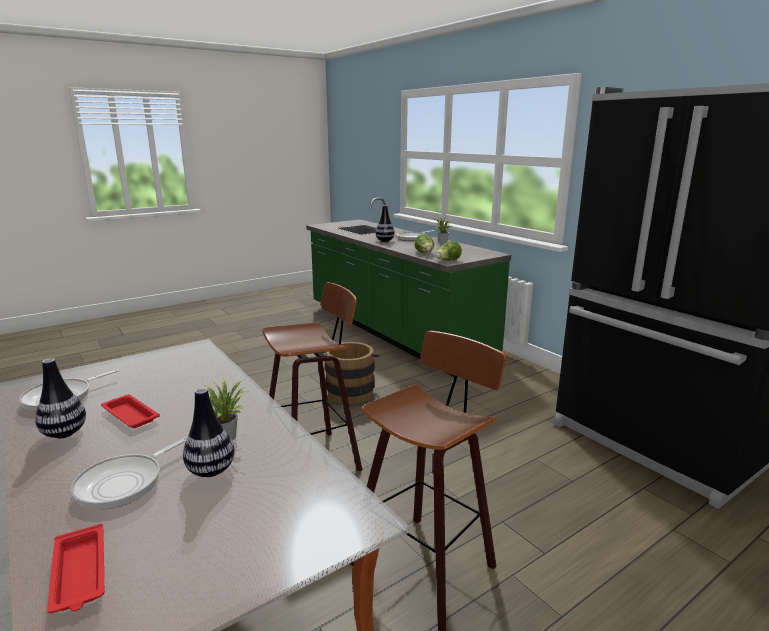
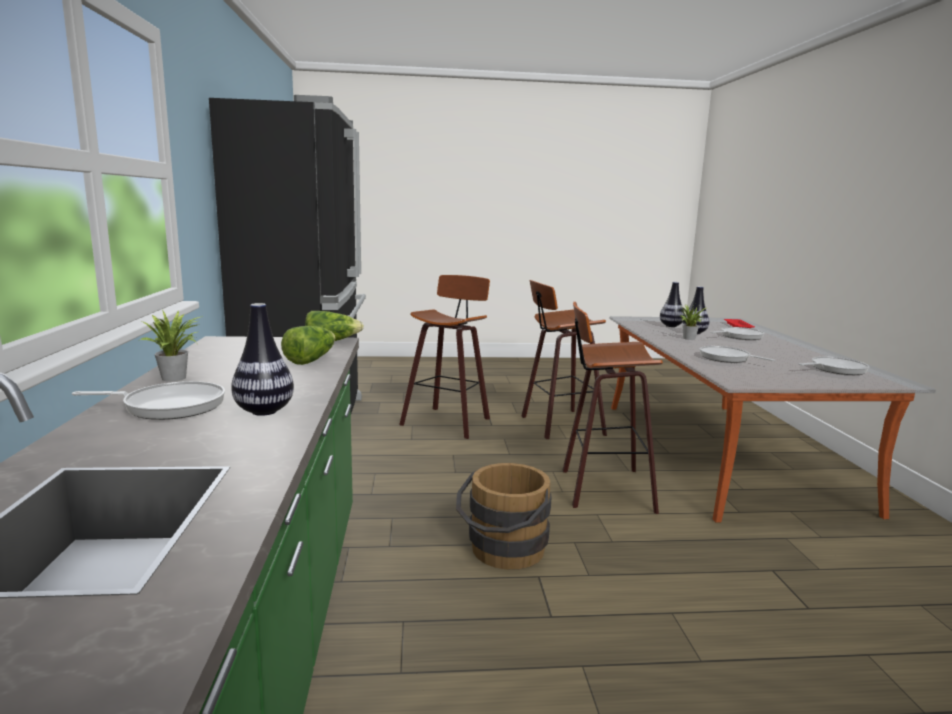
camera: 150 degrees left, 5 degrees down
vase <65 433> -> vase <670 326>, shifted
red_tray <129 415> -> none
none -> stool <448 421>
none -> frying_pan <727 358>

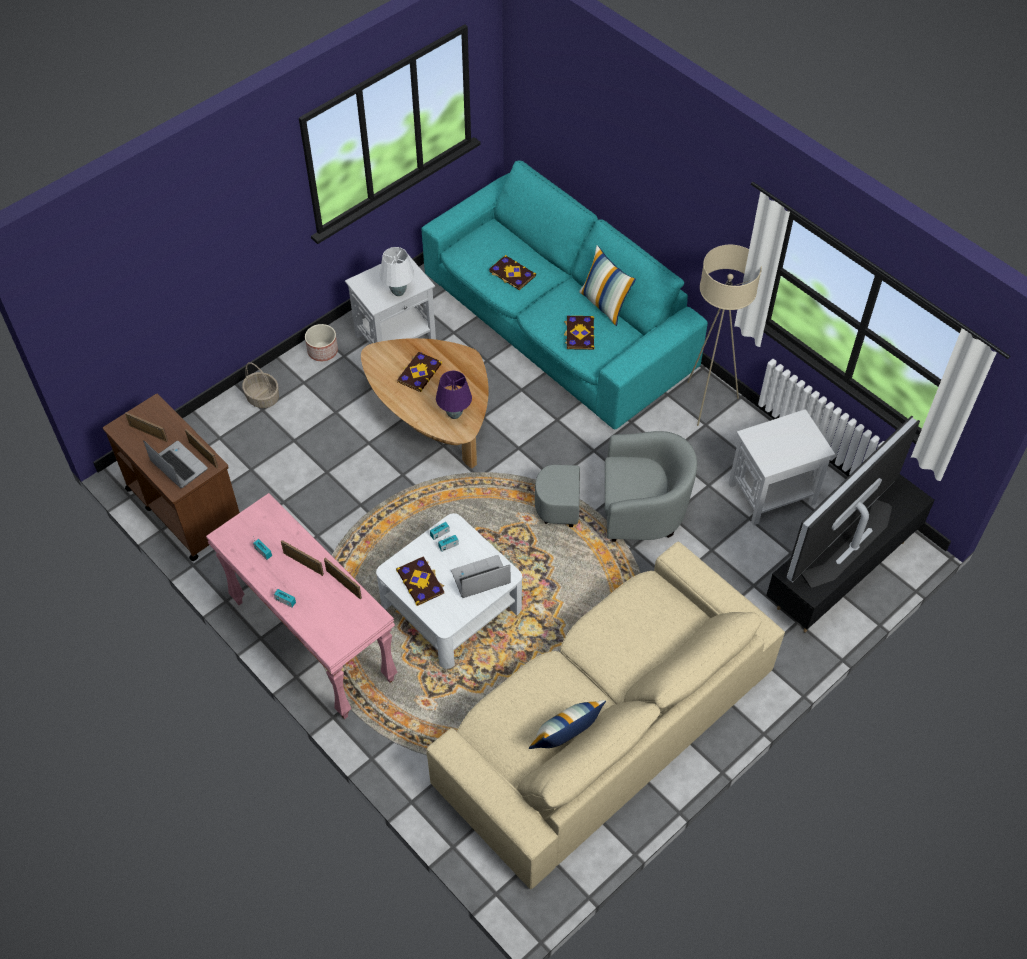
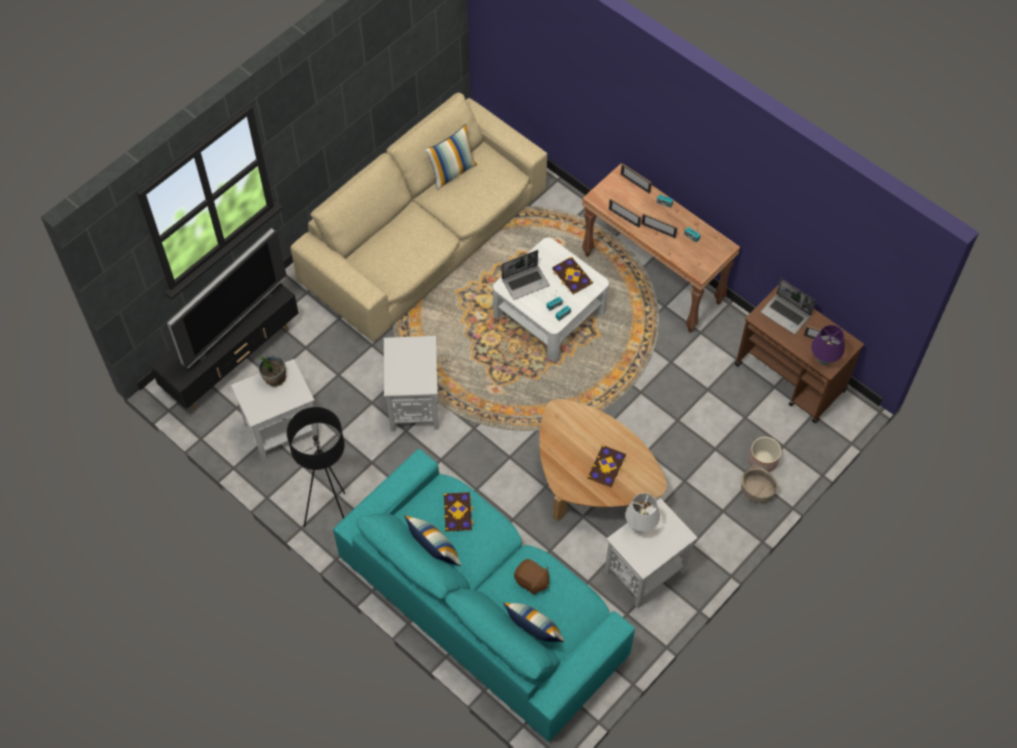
camera: 175 degrees right, 5 degrees up
picture_frame <203 454> -> picture_frame <635 183>, shifted
pink_console_table <312 641> -> brown_console_table <653 278>
planter <323 351> -> planter <762 460>, shifted
purple_table_lamp <454 415> -> purple_table_lamp <823 360>, shifted
book <512 274> -> brown_plush_toy <531 581>
grey_armchair <622 511> -> white_side_table <414 402>
beige_floor_lamp <707 402> -> black_floor_lamp <334 519>
none -> potted_plant <274 378>
none -> pillow <534 632>

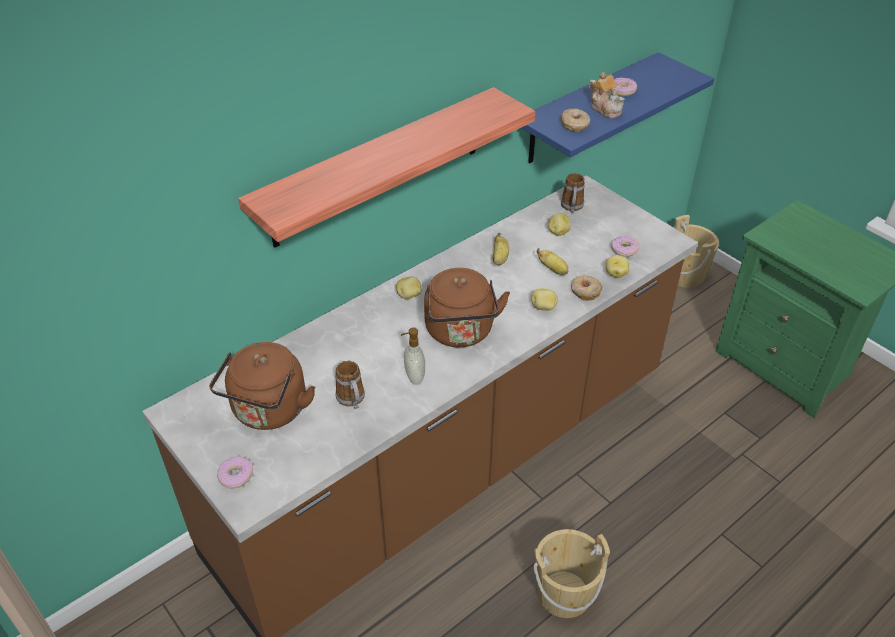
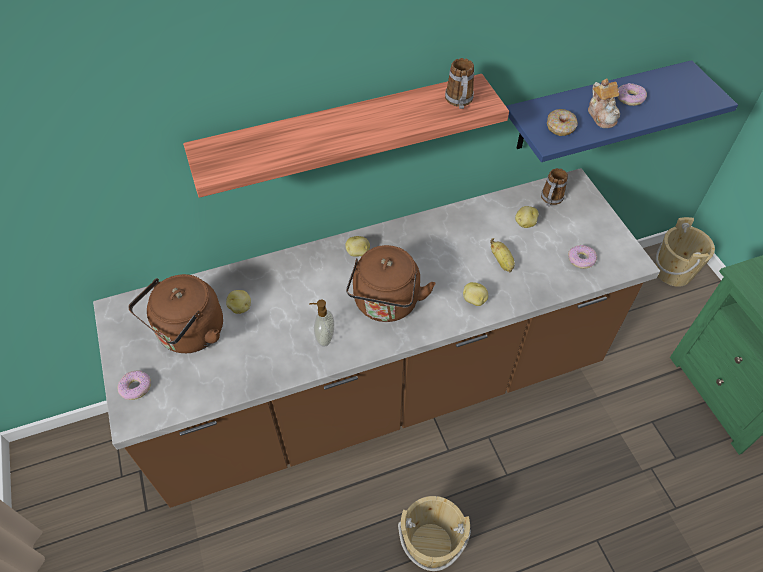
camera: 20 degrees right, 10 degrees up
mug <352 400> -> mug <459 102>, shifted
banana <499 258> -> none
donut <585 292> -> none
potato <616 273> -> potato <240 307>, shifted

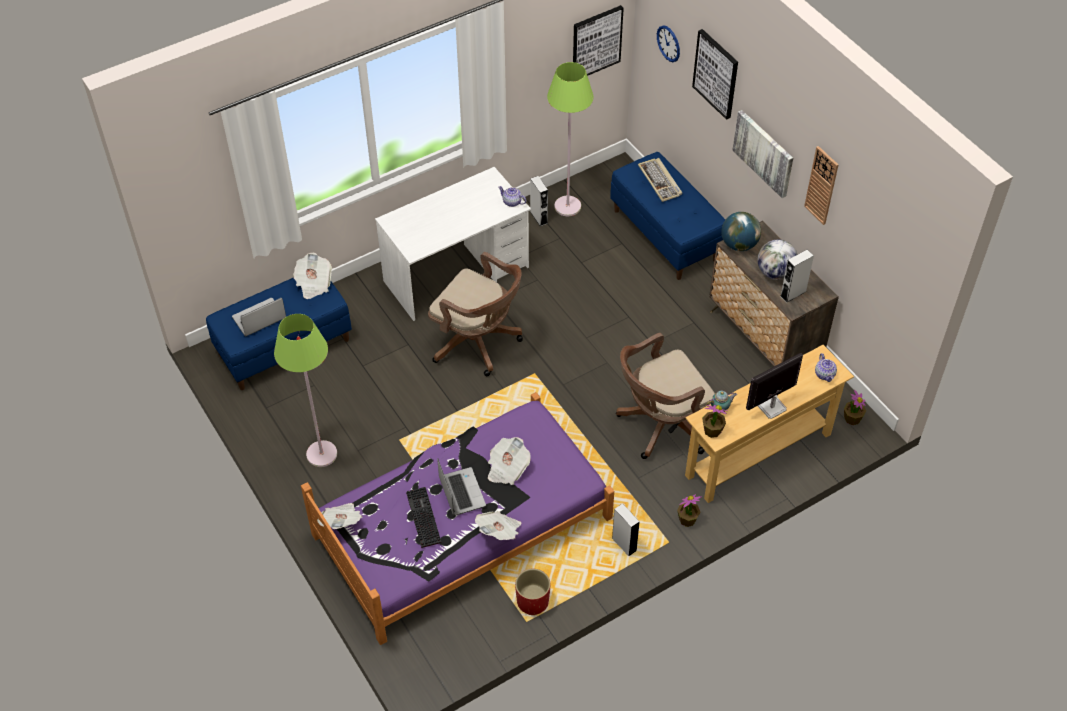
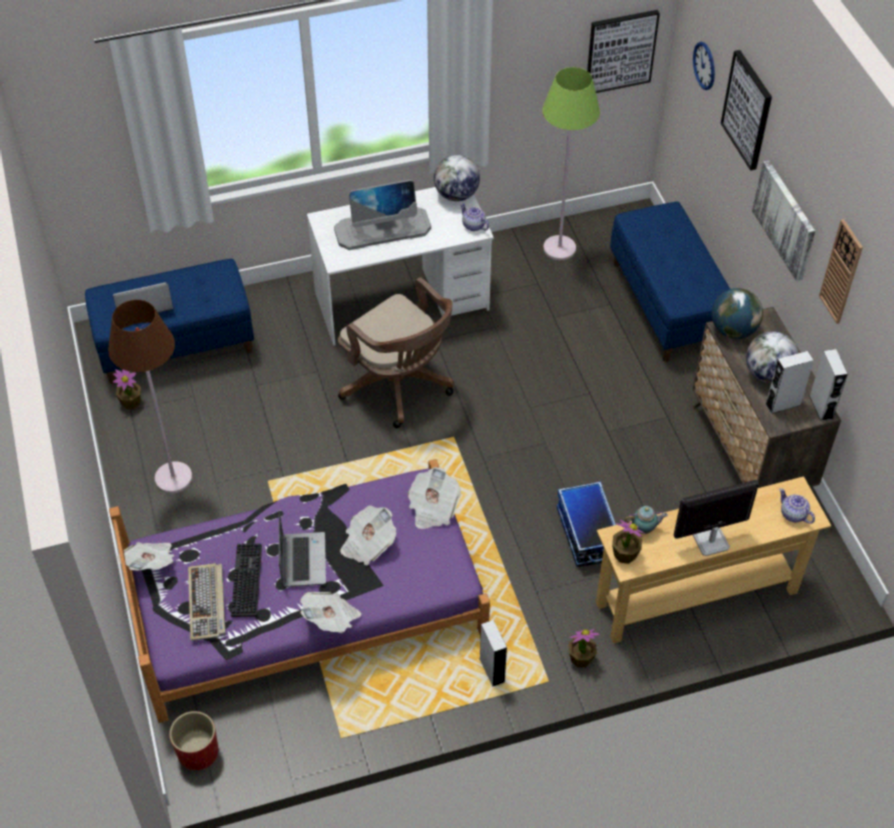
camera: 15 degrees right, 0 degrees up
green_floor_lamp <321 454> -> brown_floor_lamp <173 478>
newspaper <313 283> -> newspaper <432 508>, shifted
red_planter <533 601> -> red_planter <198 752>, shifted
grey_speaker <539 217> -> grey_speaker <821 407>, shifted
brown_office_chair <661 425> -> storage_box <586 534>
keyboard <660 181> -> keyboard <207 603>, shifted
teapot <824 374> -> teapot <793 514>, 135 degrees clockwise
potted_plant <852 418> -> potted_plant <131 402>, shifted
none -> monitor <383 229>
none -> globe <456 195>

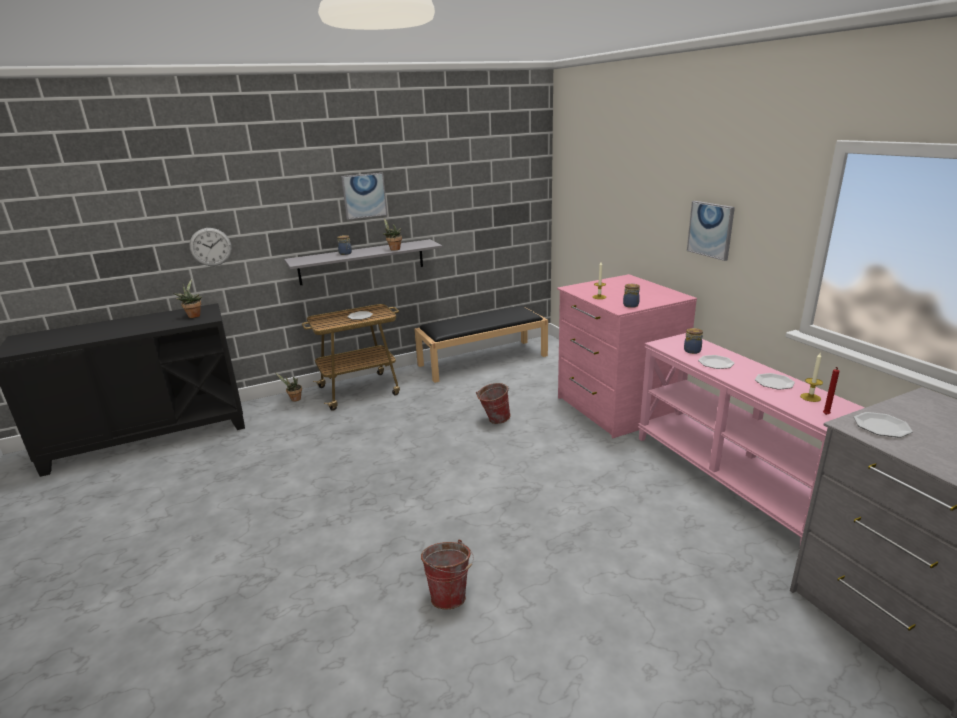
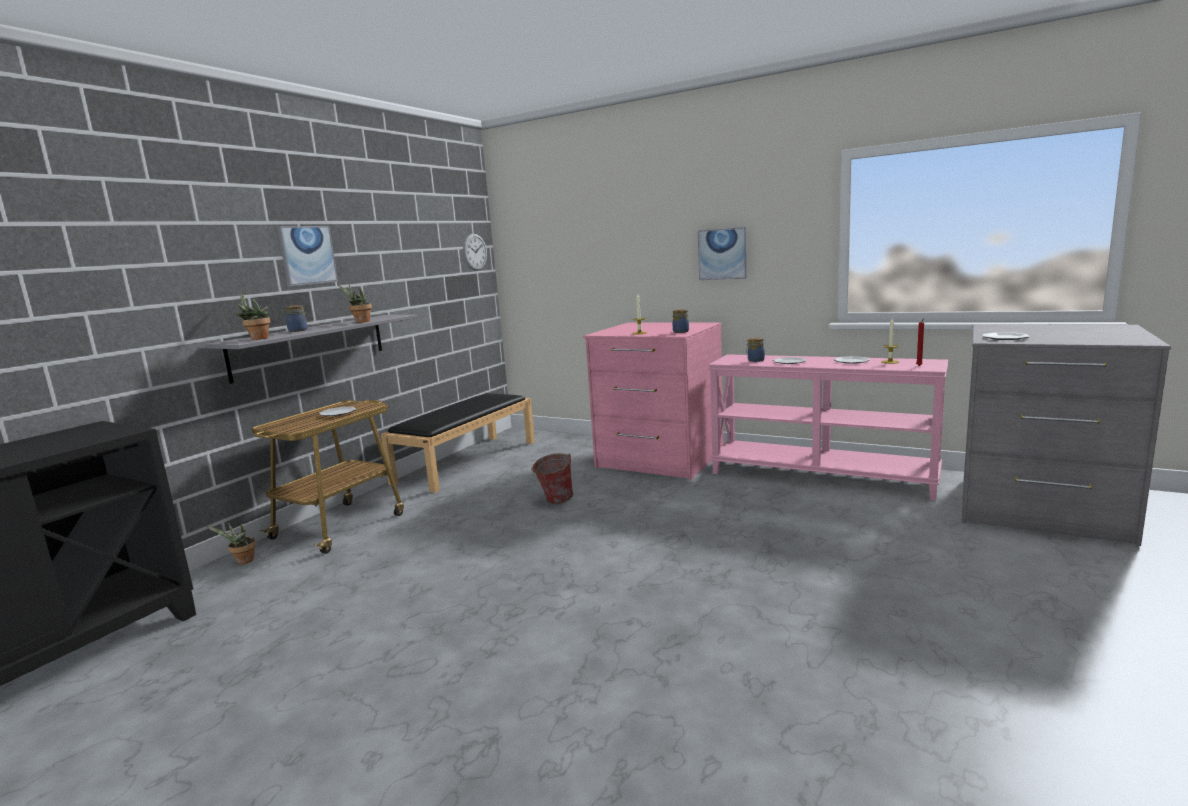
camera: 35 degrees left, 10 degrees down
potted_plant <193 315> -> potted_plant <257 338>, shifted
wall_clock <210 247> -> wall_clock <475 252>, shifted
bucket <450 594> -> none

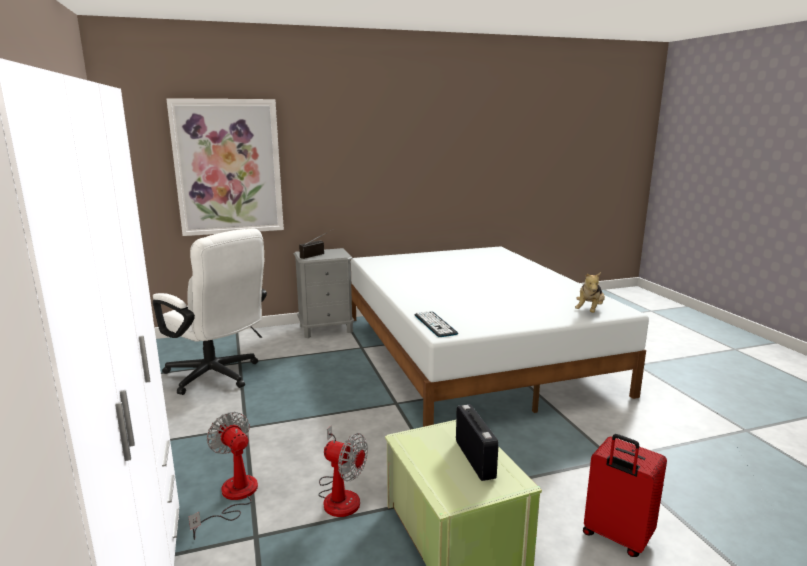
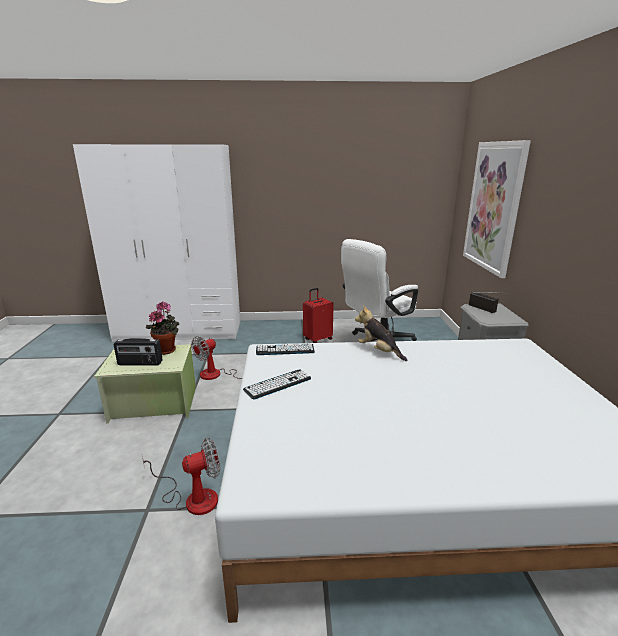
camera: 105 degrees right, 5 degrees up
fan <233 497> -> fan <192 498>, shifted
plush_toy <589 311> -> plush_toy <379 351>, shifted
red_suitcase <616 537> -> red_suitcase <317 339>, shifted
none -> potted_plant <167 349>
none -> keyboard <277 384>

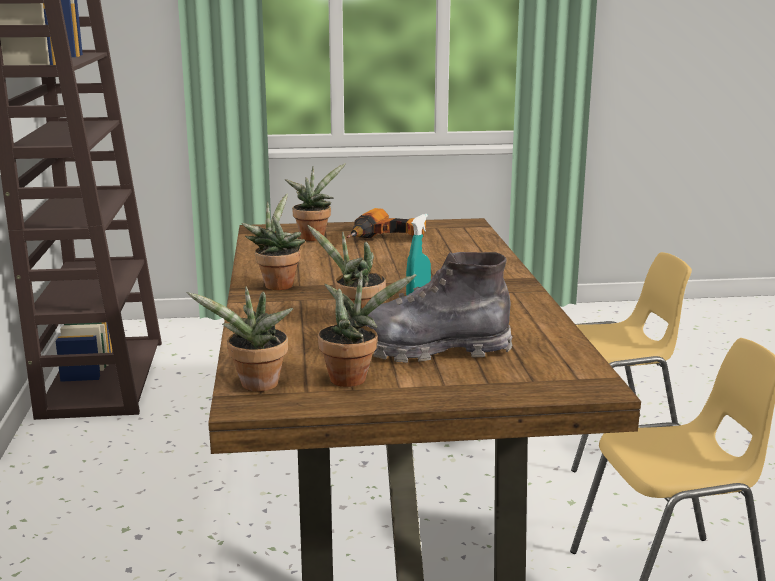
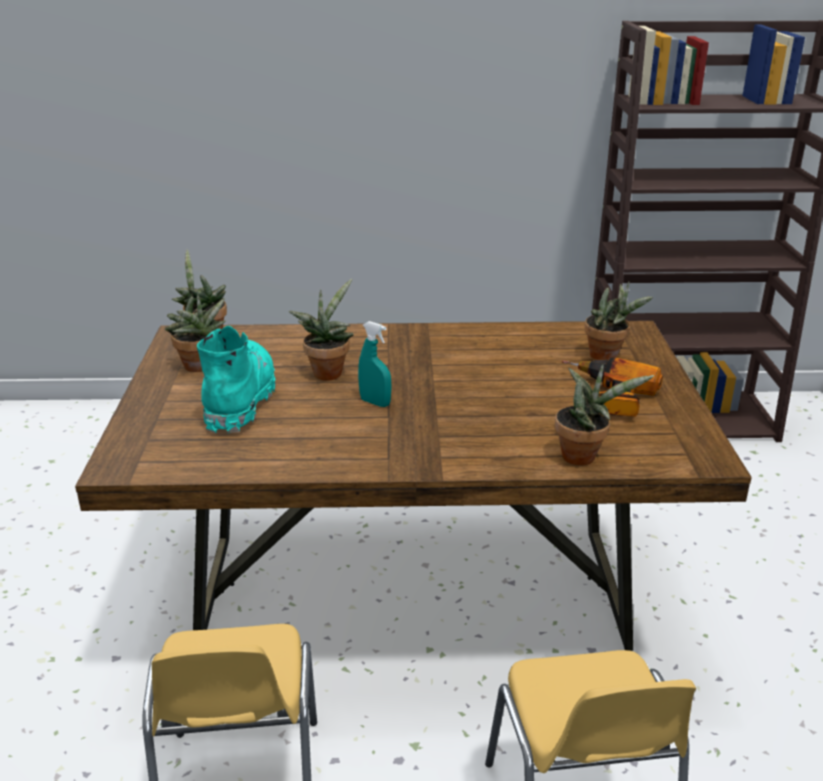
camera: 95 degrees right, 10 degrees up
potted_plant <277 284> -> potted_plant <583 455>, shifted
grey_boot <431 349> -> turquoise_boot <240 400>

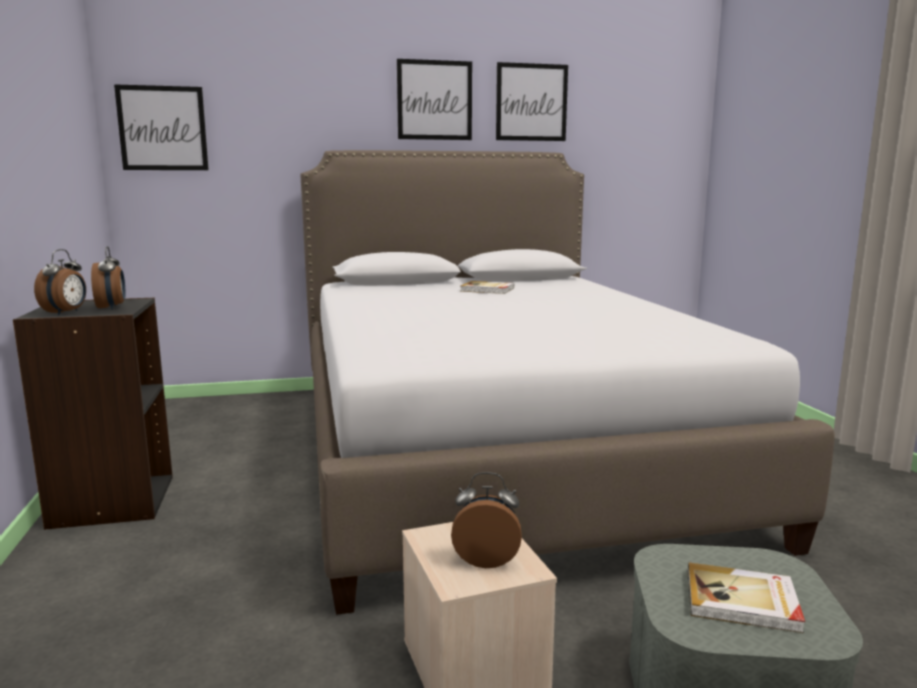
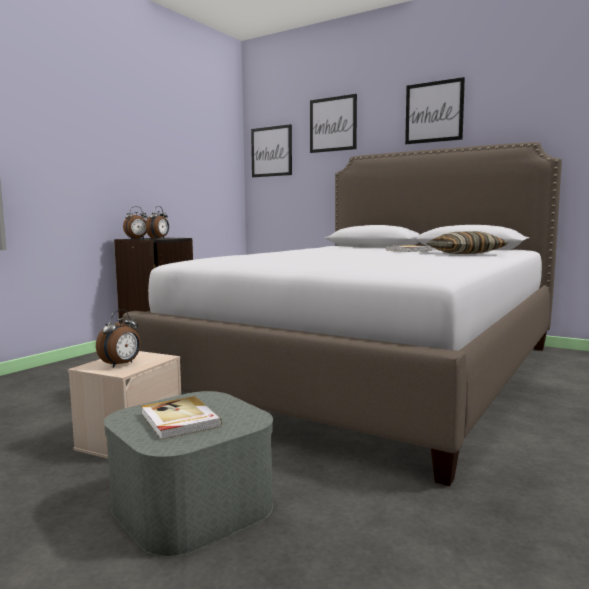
camera: 45 degrees right, 5 degrees down
alarm_clock <486 559> -> alarm_clock <121 365>, 75 degrees clockwise
picture <531 102> -> picture <333 124>, shifted
none -> pillow <465 253>

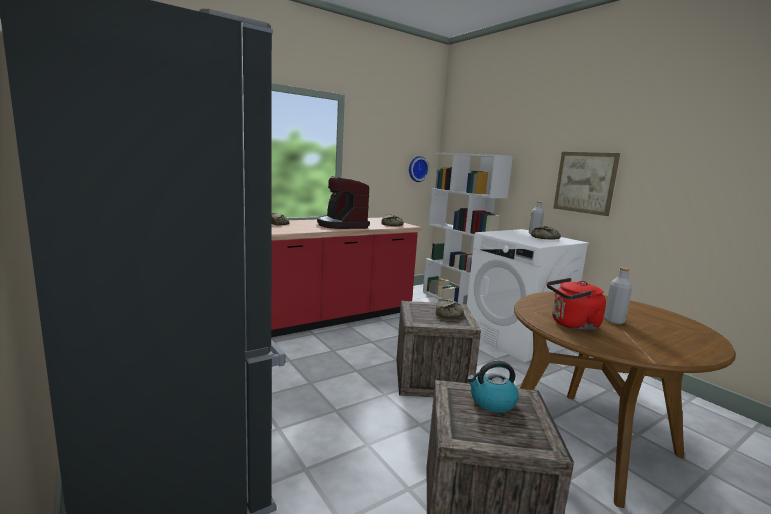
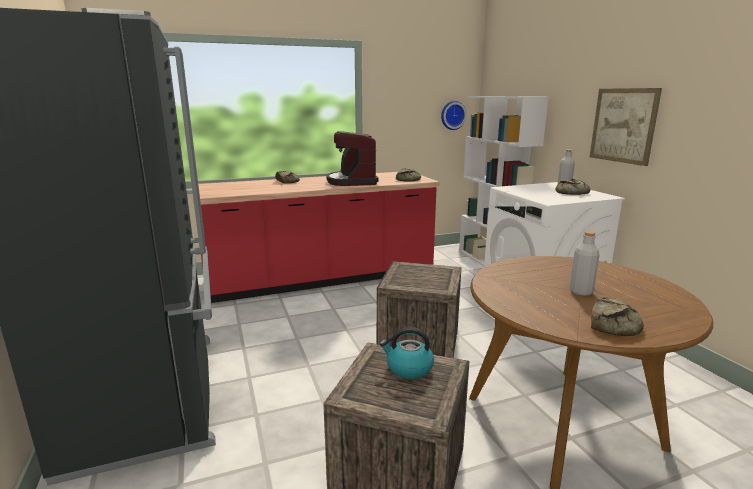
camera: 15 degrees right, 5 degrees up
bread <449 313> -> bread <614 324>, shifted
red_kettle <572 325> -> none

